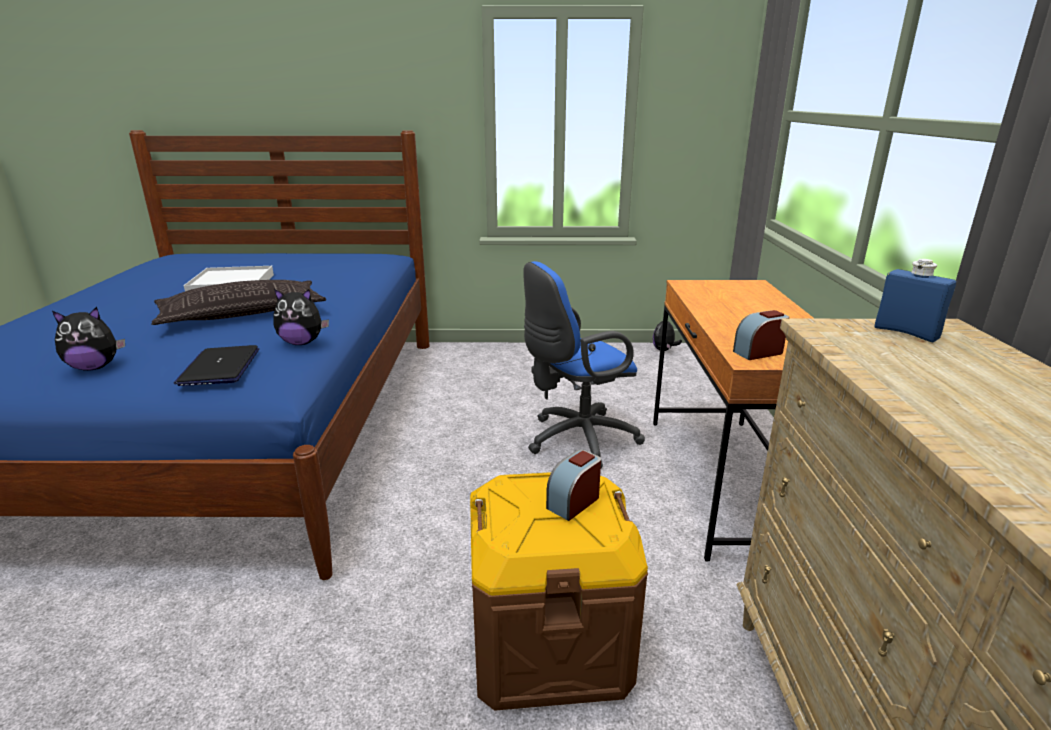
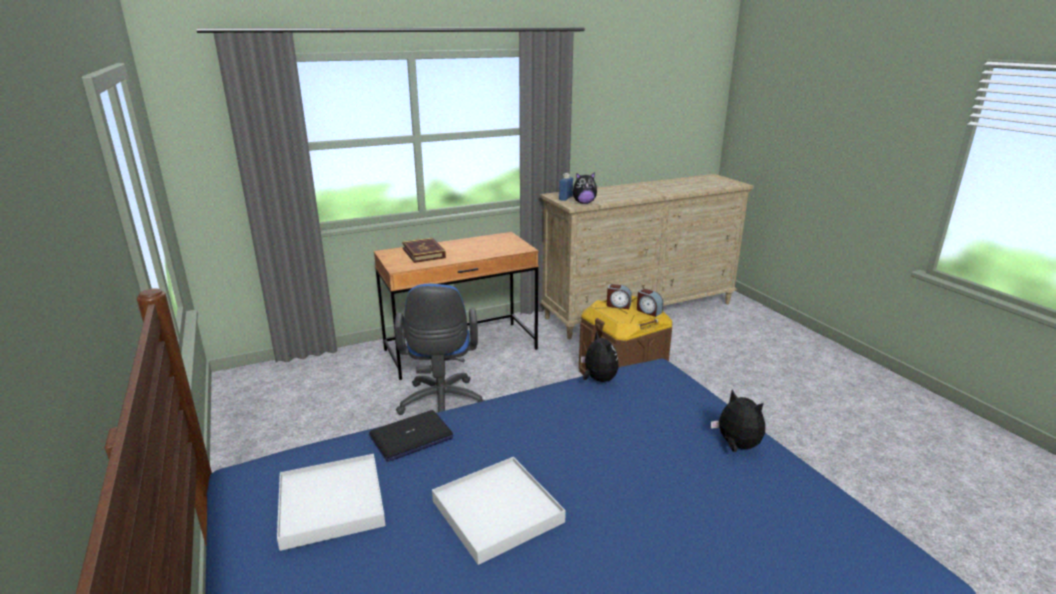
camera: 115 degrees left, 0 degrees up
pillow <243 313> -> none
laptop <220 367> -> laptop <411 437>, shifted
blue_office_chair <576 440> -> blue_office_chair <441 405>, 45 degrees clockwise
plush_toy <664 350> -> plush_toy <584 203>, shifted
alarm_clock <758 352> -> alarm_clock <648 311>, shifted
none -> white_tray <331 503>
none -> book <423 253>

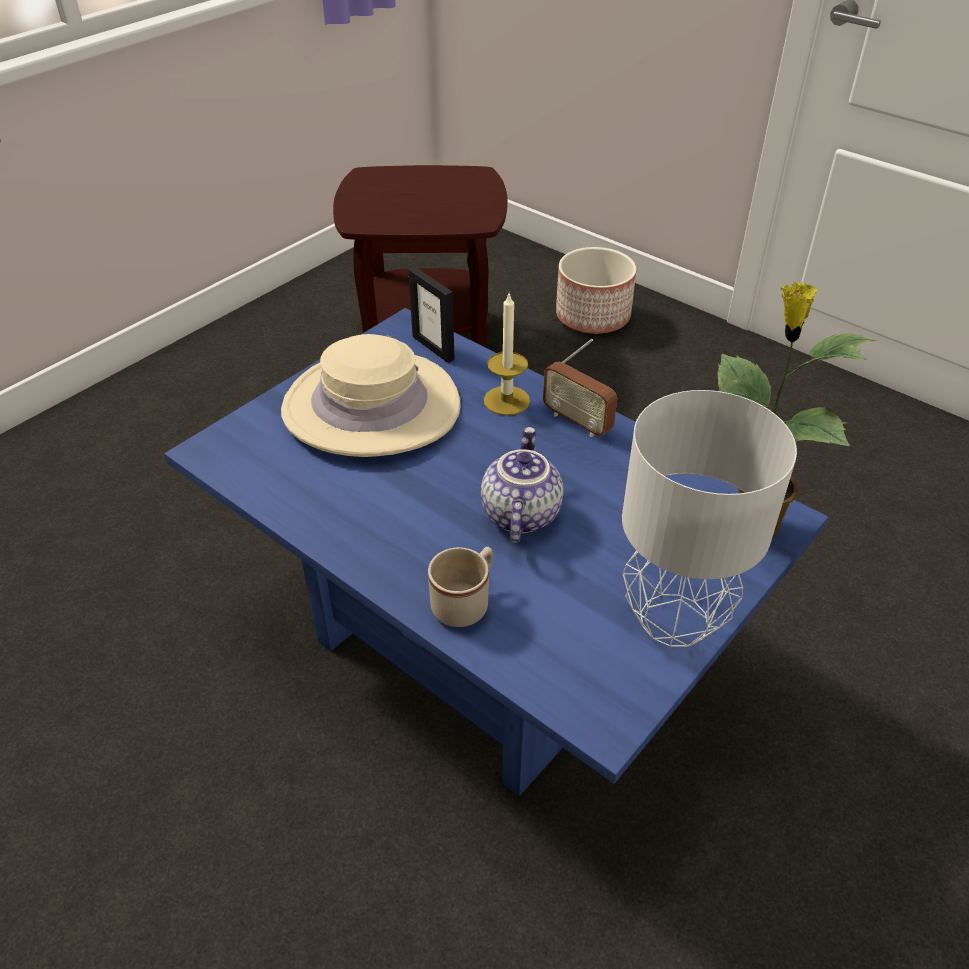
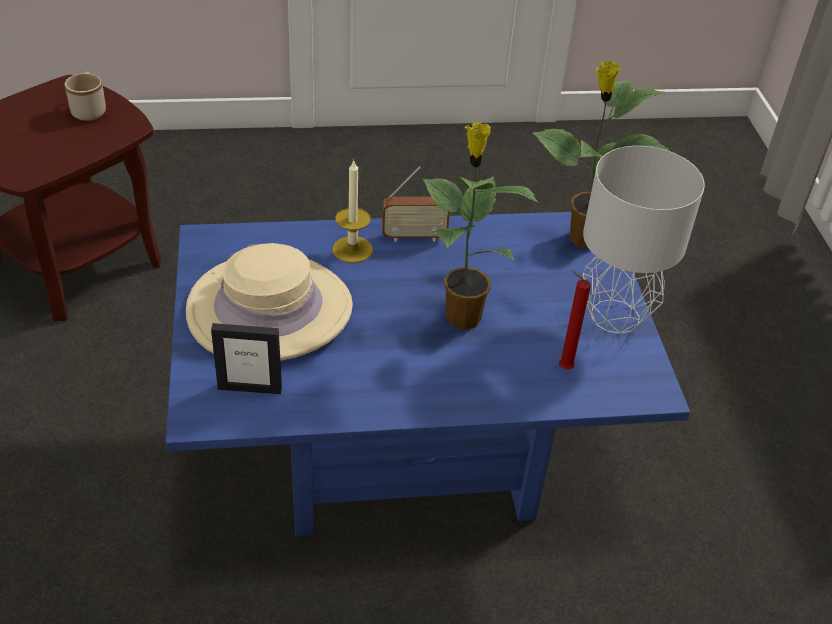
camera: 50 degrees left, 0 degrees up
picture_frame <433 348> -> picture_frame <250 388>, shifted
beige_mug <465 602> -> beige_mug <89 109>, shifted
teapot <519 514> -> potted_plant <462 315>
planter <593 316> -> none
none -> red_candle <563 367>

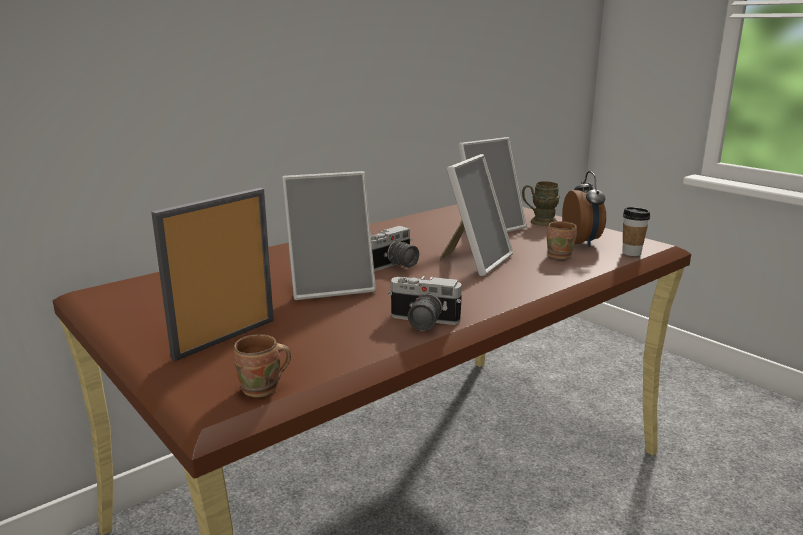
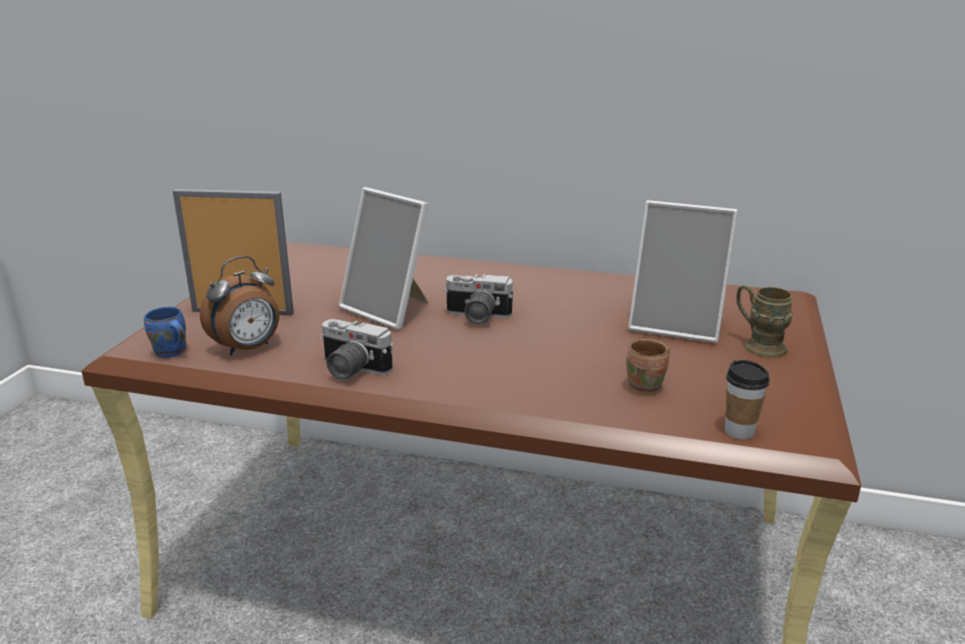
camera: 55 degrees right, 5 degrees up
brown_mug <262 390> -> blue_mug <170 353>
photo_camera <421 323> -> photo_camera <350 370>, 45 degrees counterclockwise
picture_frame <474 261> -> none
alarm_clock <582 242> -> alarm_clock <248 349>, shifted

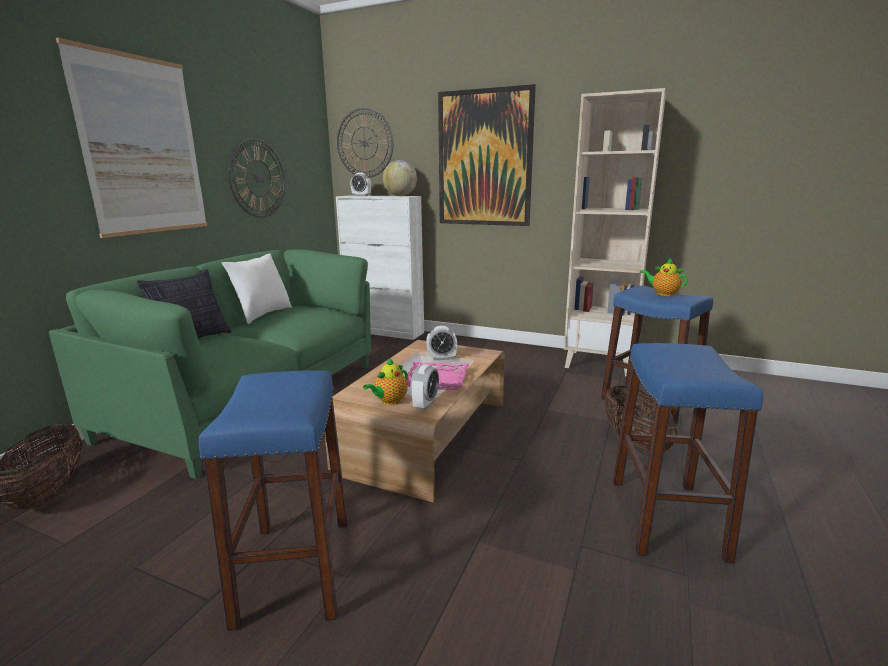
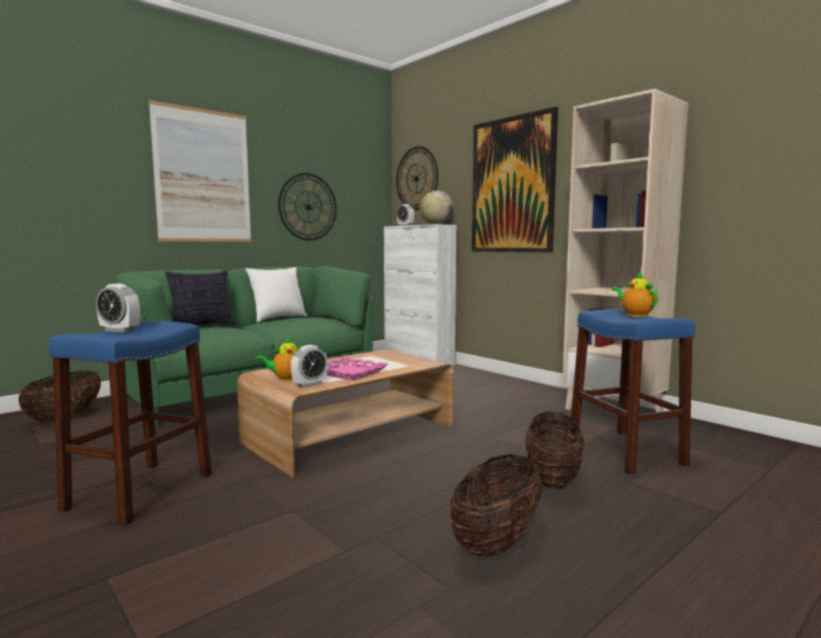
camera: 25 degrees right, 10 degrees down
alarm_clock <441 358> -> alarm_clock <120 330>, shifted
blue_stool <666 518> -> basket <496 541>

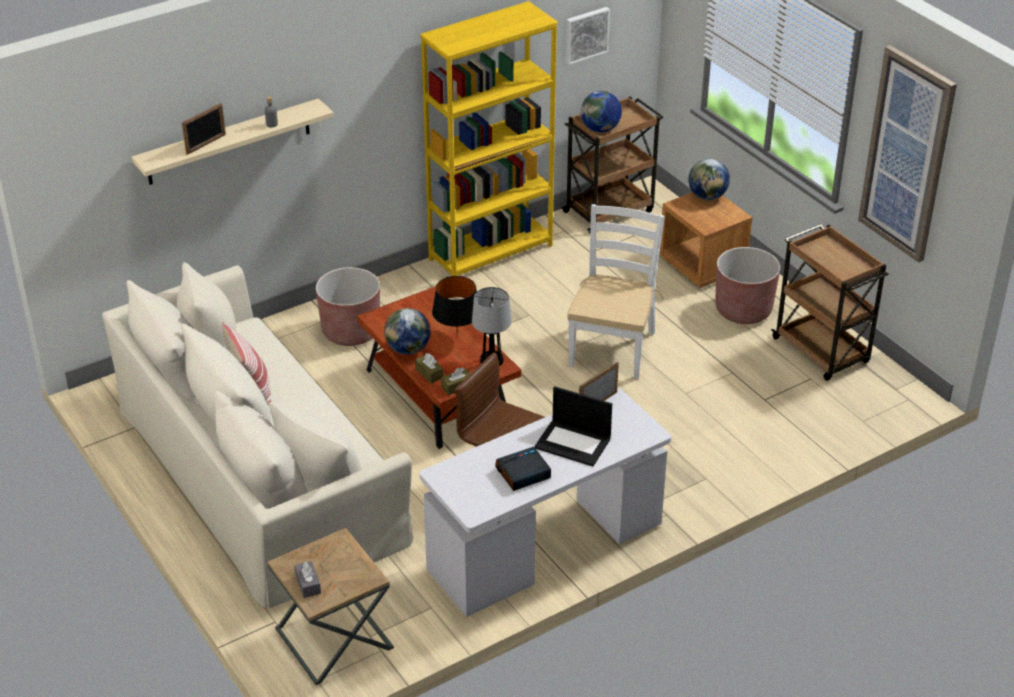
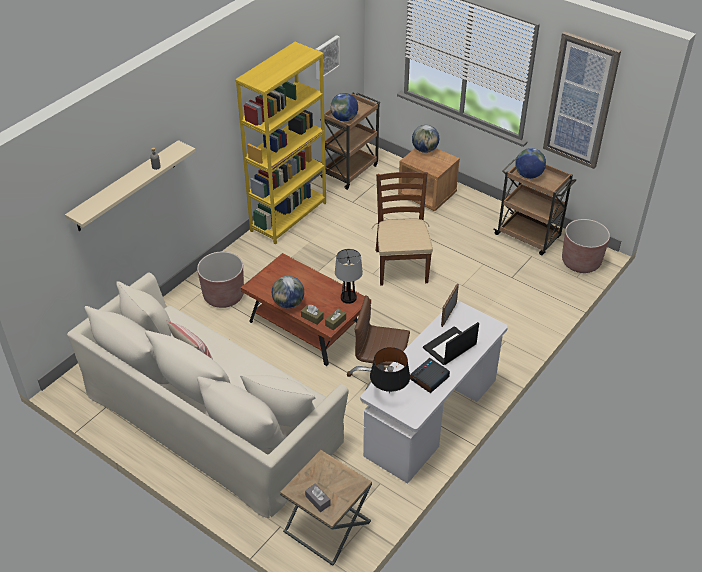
camera: 20 degrees left, 5 degrees up
picture_frame <206 144> -> none
black_table_lamp <456 337> -> black_table_lamp <389 393>, shifted
laptop <574 443> -> laptop <449 347>, 135 degrees clockwise
white_chair <612 348> -> brown_chair <401 266>
brown_planter <743 310> -> brown_planter <581 262>, shifted
none -> globe <528 175>

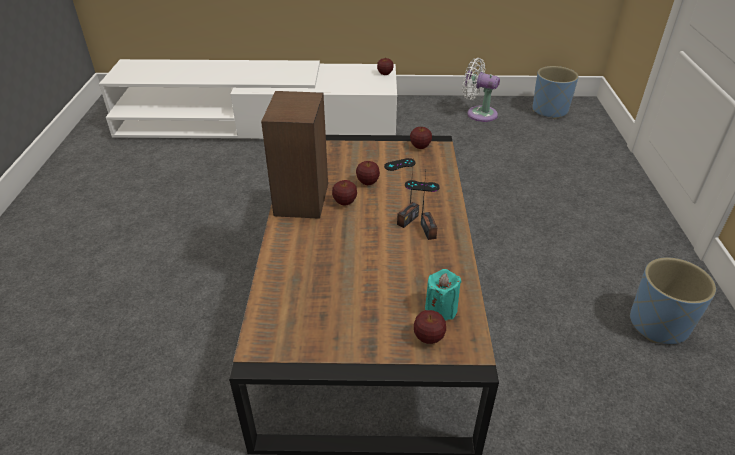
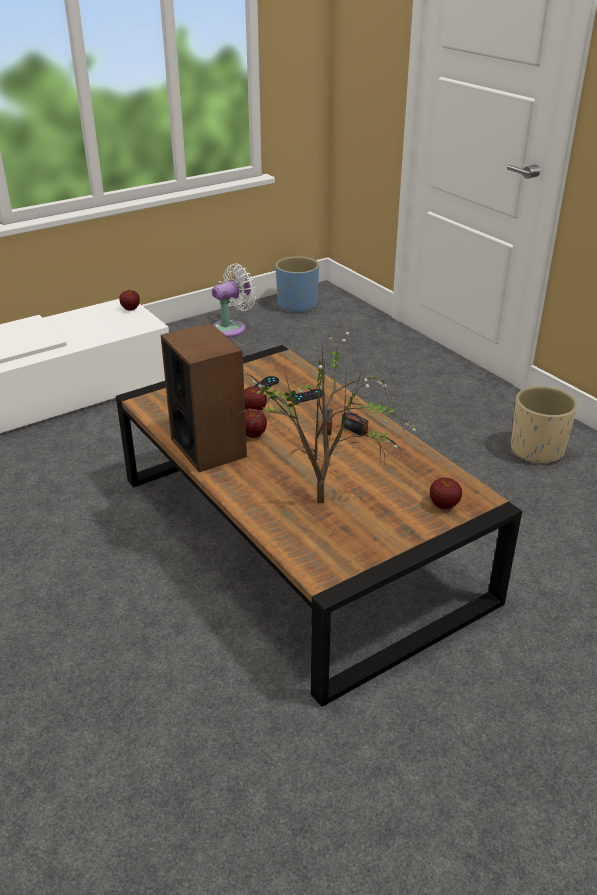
camera: 35 degrees left, 5 degrees down
apple <420 146> -> none
turquoise_candle <441 309> -> none
white_fan <478 113> -> white_fan <232 328>, 150 degrees clockwise
blue_planter <658 324> -> beige_planter <536 450>
none -> potted_plant <324 505>

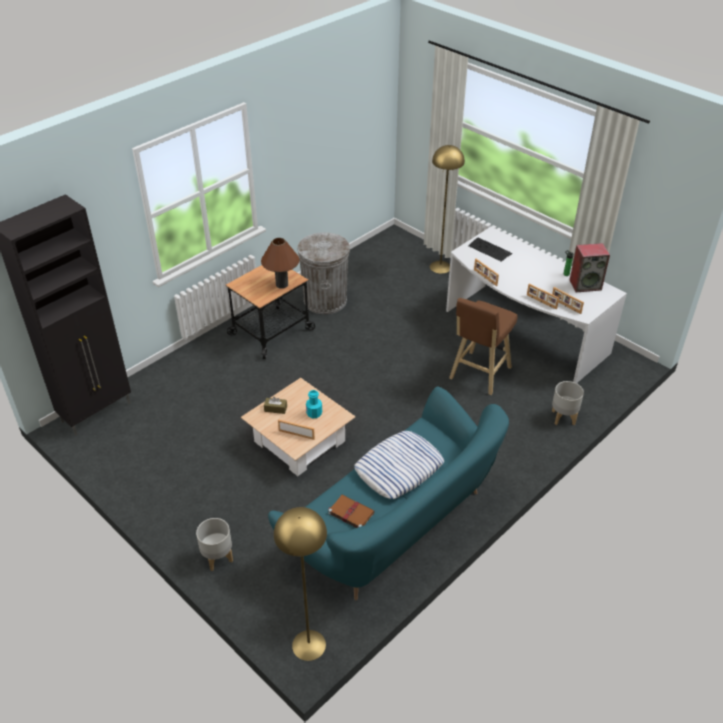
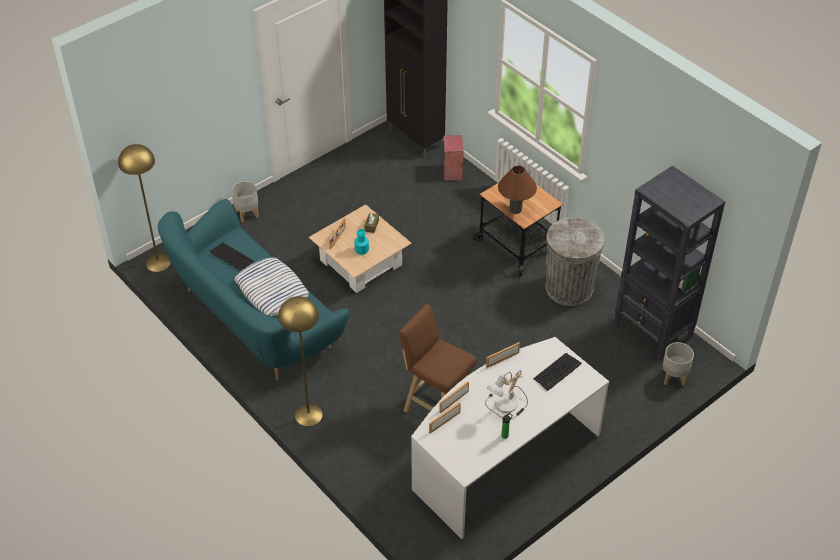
camera: 95 degrees right, 5 degrees up
brown_book <350 512> -> keyboard <231 257>
yellow_floor_lamp <440 267> -> yellow_floor_lamp <308 415>, shifted
grey_planter <563 417> -> grey_planter <674 377>, shifted
speaker <585 285> -> speaker <453 172>, shifted
none -> table_lamp <507 406>
none -> black_bookcase <653 331>

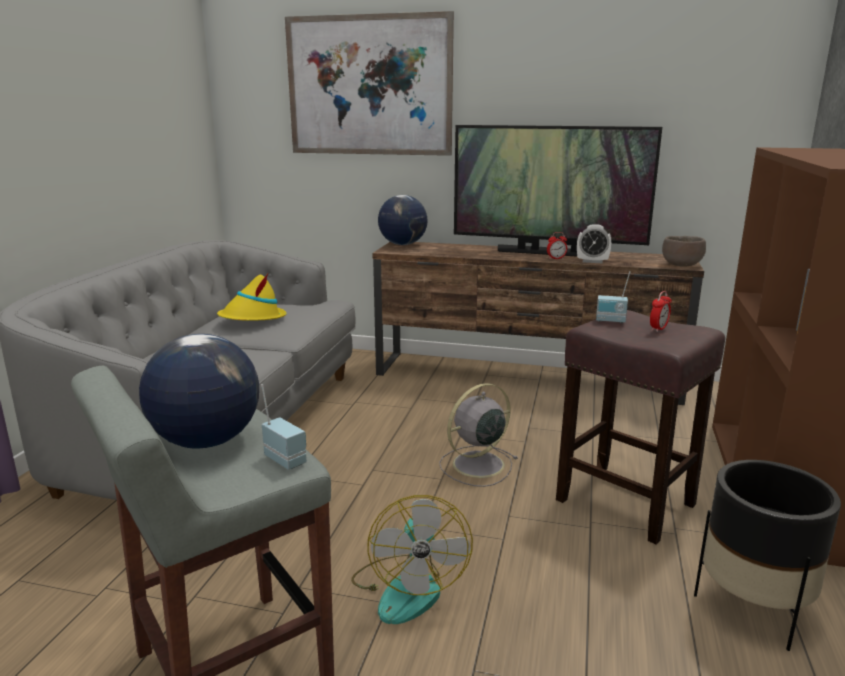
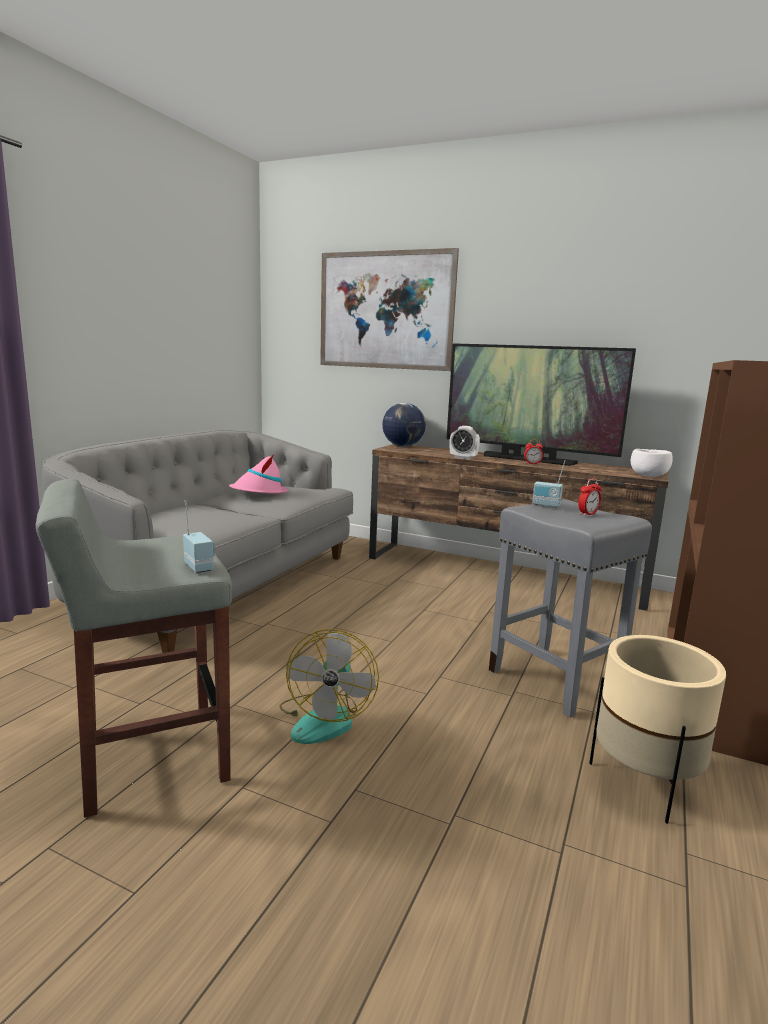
camera: 10 degrees right, 5 degrees down
globe <207 441> -> none
yellow_hat <252 319> -> pink_hat <259 493>
grey_fan <476 465> -> none
brown_stool <627 503> -> grey_stool <556 681>
alarm_clock <592 261> -> alarm_clock <463 458>, shifted
brown_bowl <682 265> -> white_bowl <649 476>
black_planter <752 609> -> beige_planter <643 783>

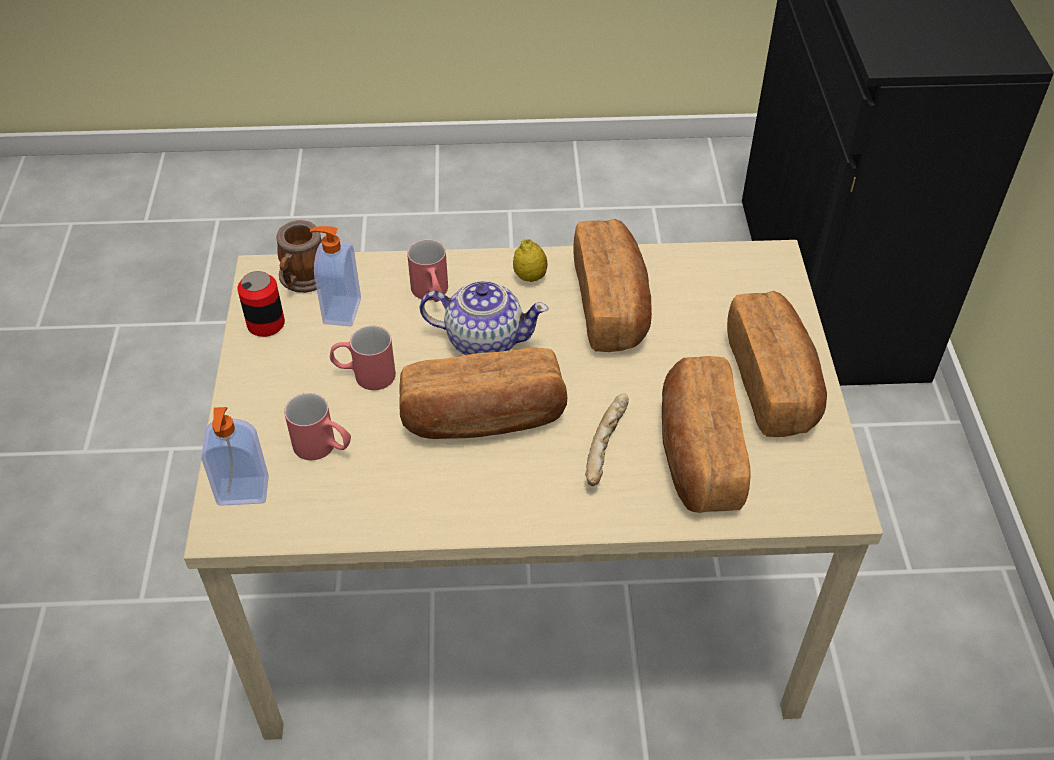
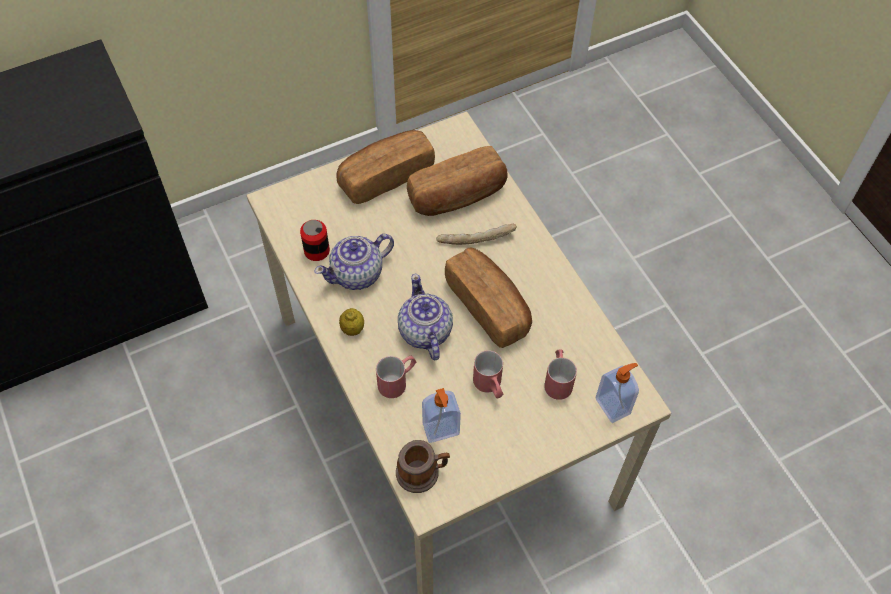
camera: 115 degrees left, 10 degrees up
can <266 324> -> can <317 251>, shifted
bread <611 304> -> teapot <358 274>

